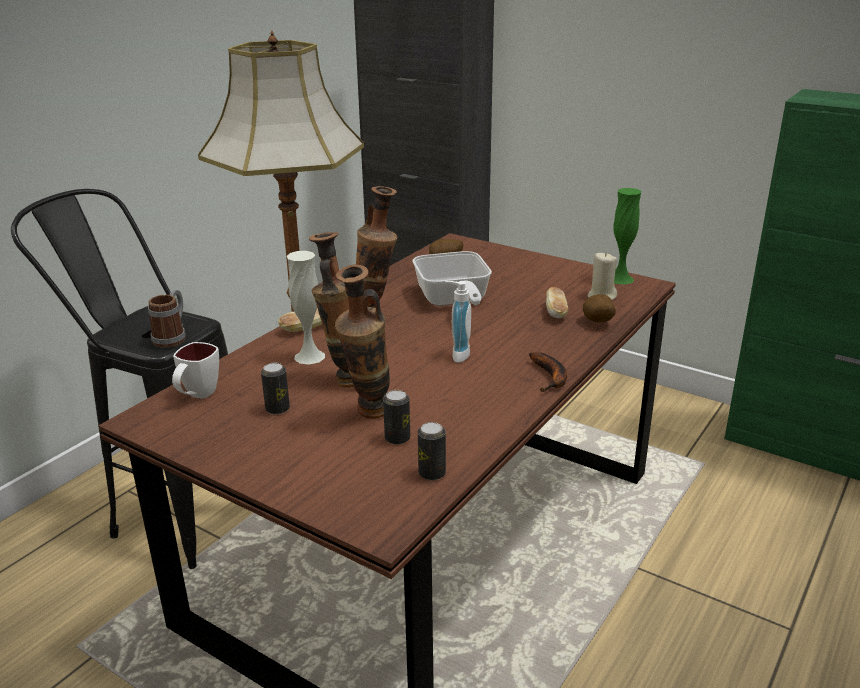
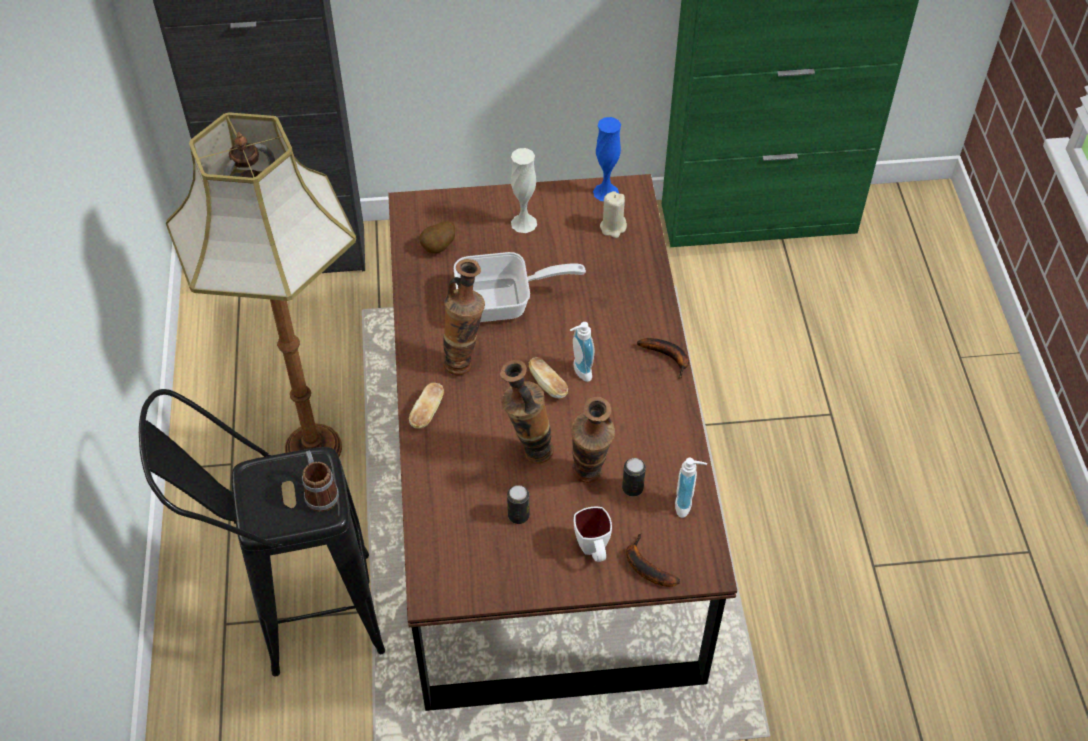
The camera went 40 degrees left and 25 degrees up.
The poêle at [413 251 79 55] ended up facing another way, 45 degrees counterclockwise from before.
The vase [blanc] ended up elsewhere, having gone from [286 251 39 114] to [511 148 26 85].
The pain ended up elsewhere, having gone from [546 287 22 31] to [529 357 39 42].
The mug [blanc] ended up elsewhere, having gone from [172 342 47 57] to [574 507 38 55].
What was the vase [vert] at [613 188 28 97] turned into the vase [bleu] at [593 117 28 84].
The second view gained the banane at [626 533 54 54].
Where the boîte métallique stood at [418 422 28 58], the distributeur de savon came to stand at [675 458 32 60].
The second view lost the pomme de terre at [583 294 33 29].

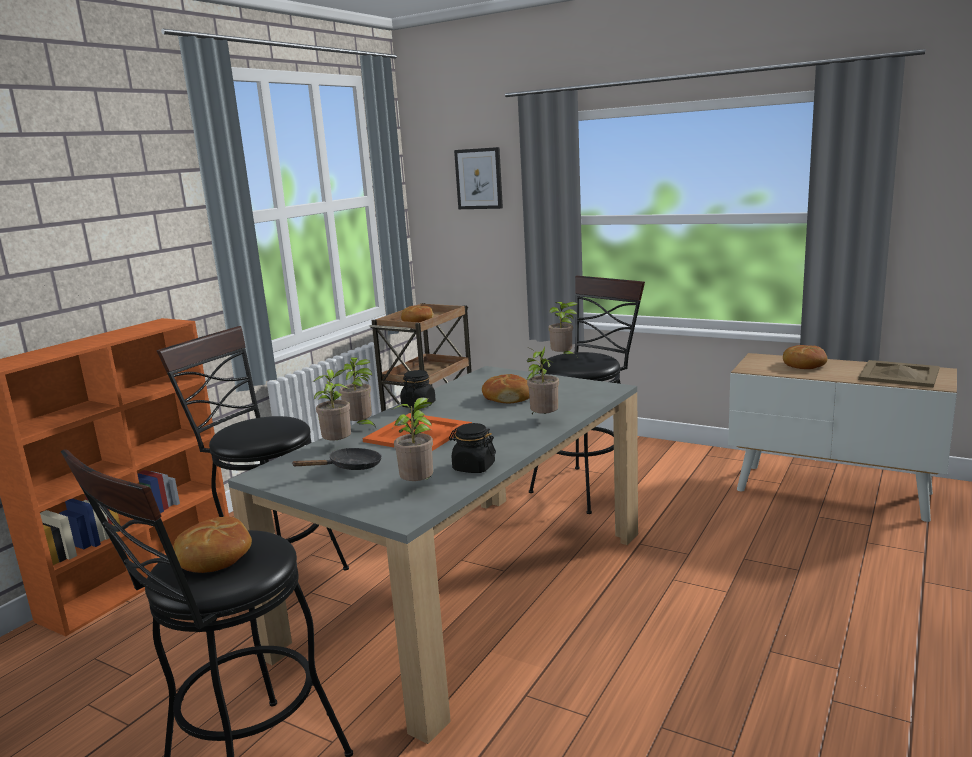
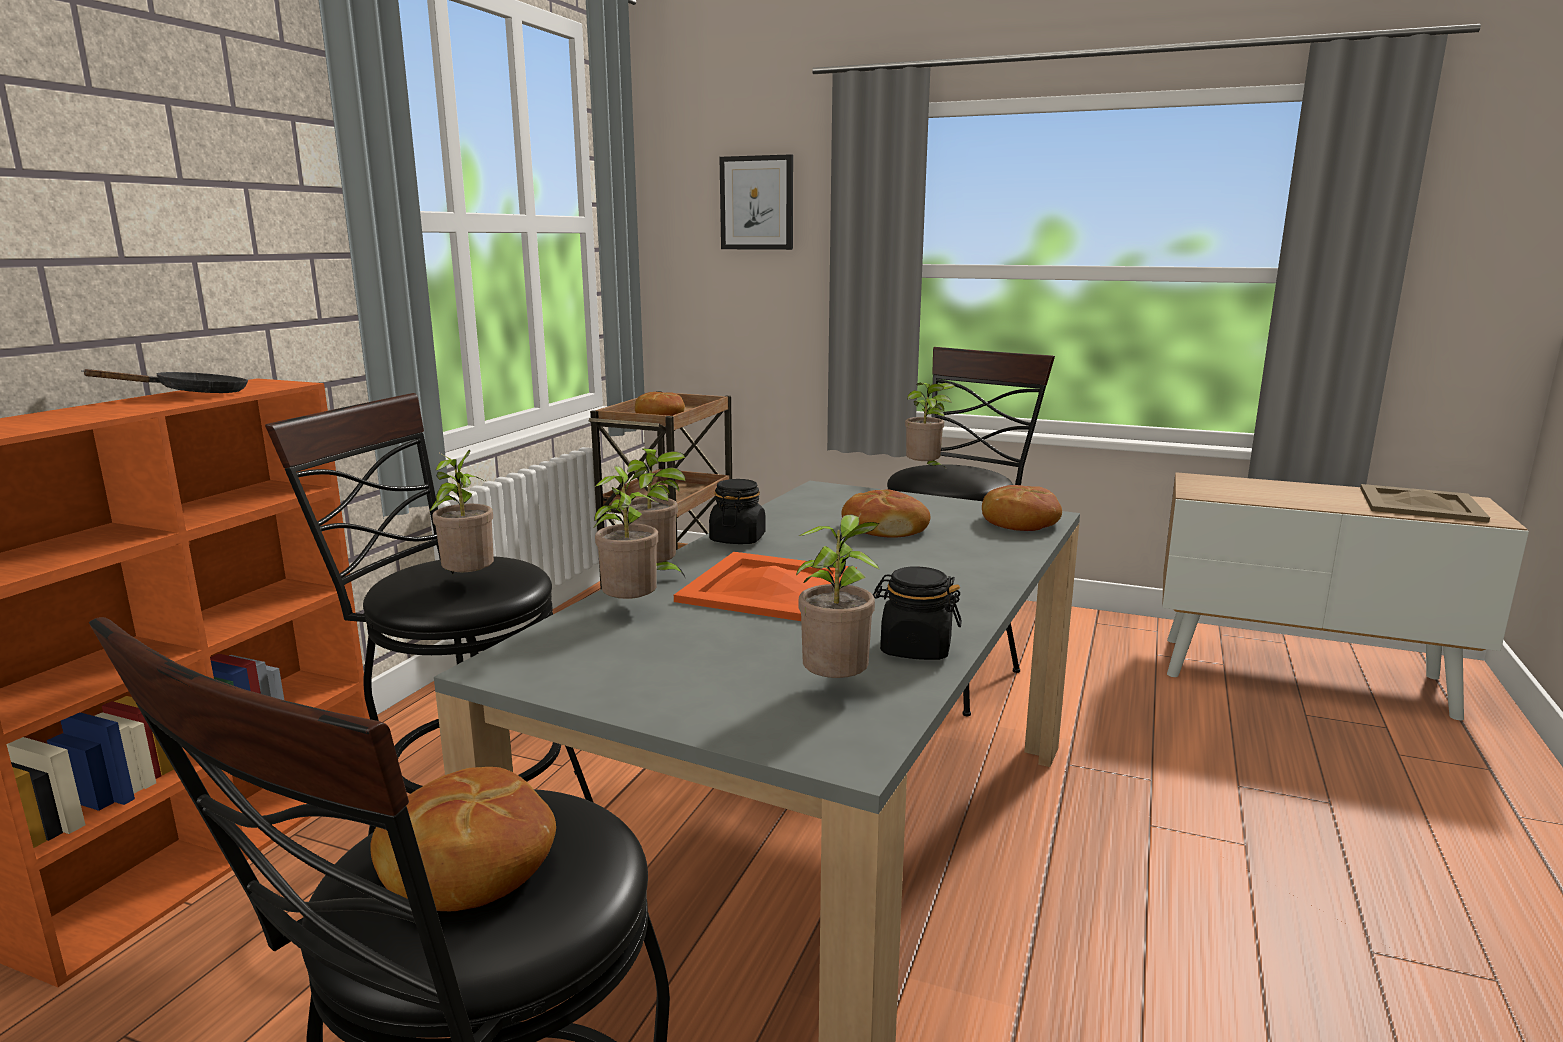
The camera went 10 degrees left and 0 degrees up.
The poêle [noir] ended up elsewhere, having gone from [291 448 91 22] to [81 369 167 24].
The plante en pot ended up elsewhere, having gone from [527 347 32 67] to [429 450 65 124].
The pain ended up elsewhere, having gone from [783 345 45 24] to [982 485 80 46].

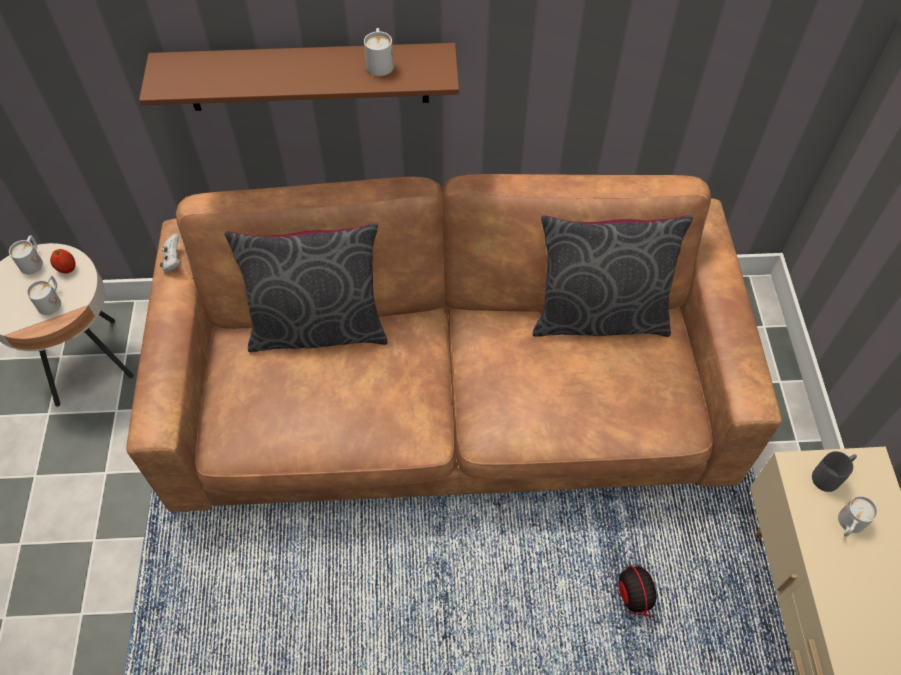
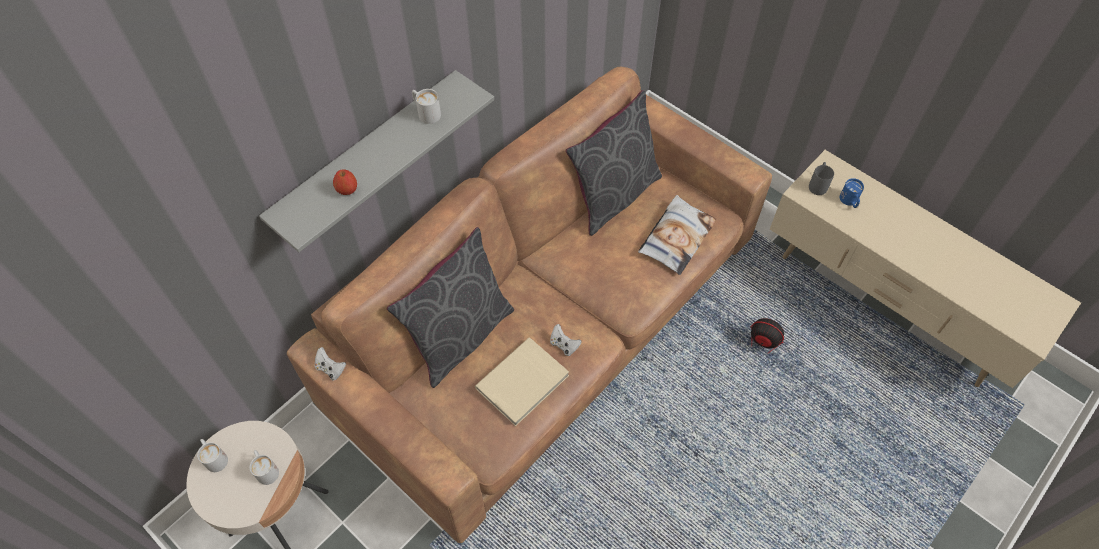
The camera went 45 degrees left and 0 degrees up.
What was the étagère [marron] at [139 43 320 68] turned into the étagère [gris] at [259 70 235 182].
The pomme ended up elsewhere, having gone from [50 249 26 25] to [333 169 24 26].
The second view gained the livre [beige] at [475 337 94 89].
The second view gained the manette [blanc] at [550 324 31 32].
The second view gained the coussin at [638 195 78 80].
What was the mug [blanc] at [838 496 40 40] turned into the mug [bleu] at [840 178 24 30].

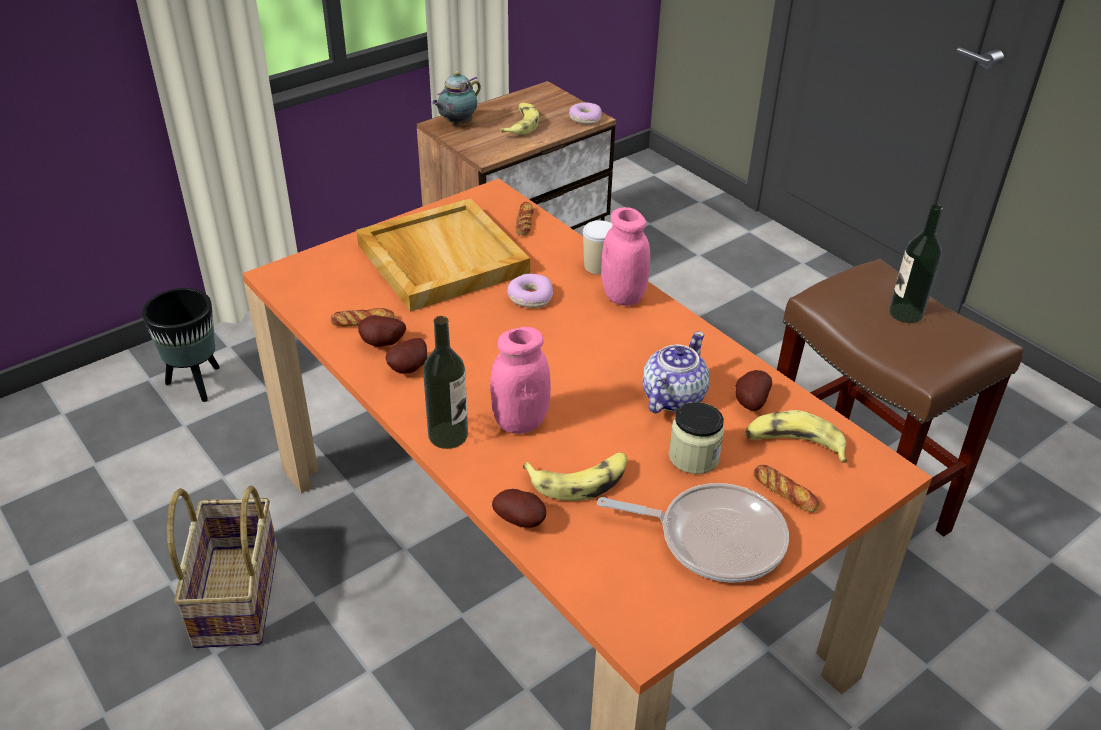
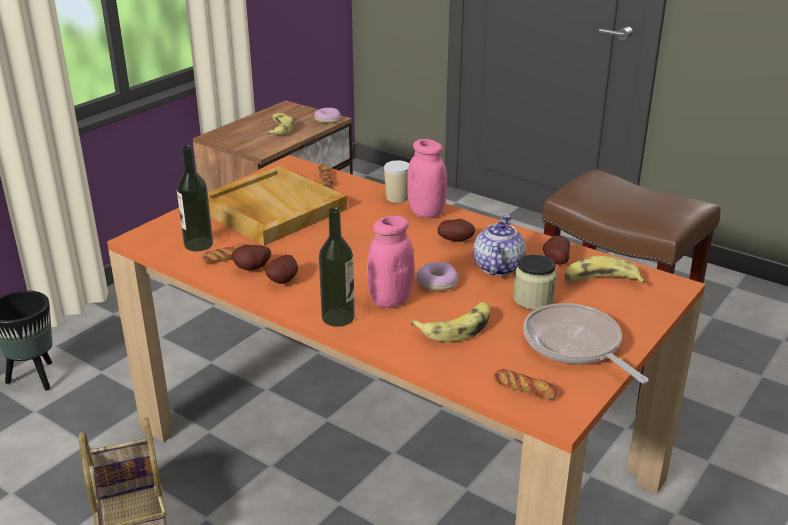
The camera went 15 degrees left and 10 degrees down.
The bouteille ended up elsewhere, having gone from [889 204 54 119] to [177 145 36 106].
The beignet ended up elsewhere, having gone from [507 274 46 34] to [417 262 41 29].
The pomme de terre ended up elsewhere, having gone from [492 489 54 39] to [437 219 38 23].
The pain ended up elsewhere, having gone from [753 465 67 47] to [494 369 63 30].
The poêle at [597 483 192 99] ended up facing another way, 120 degrees counterclockwise from before.
The second view lost the théière at [432 71 49 55].

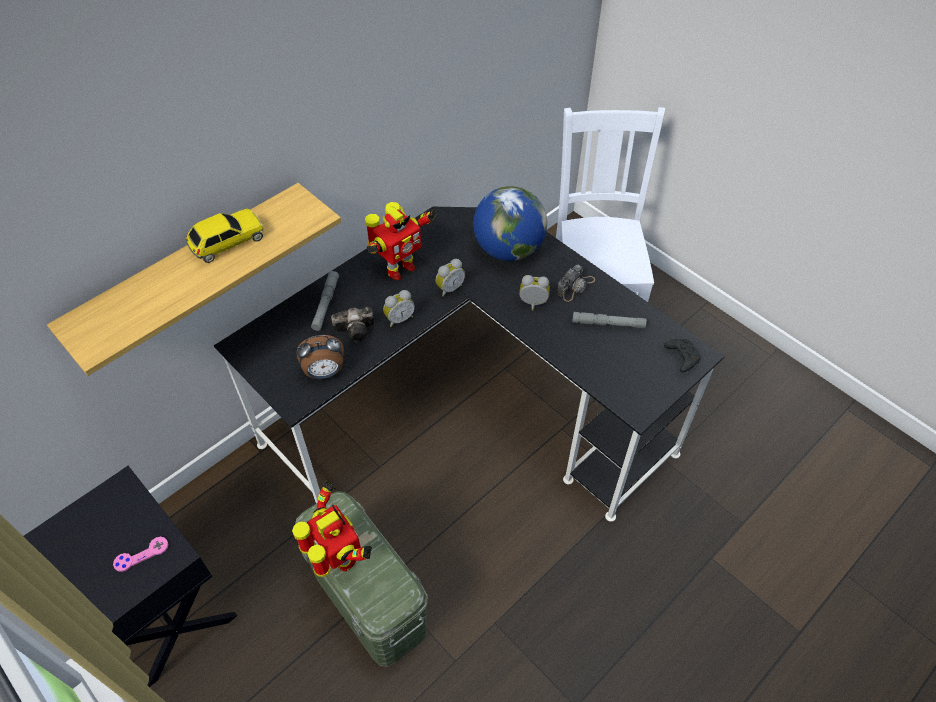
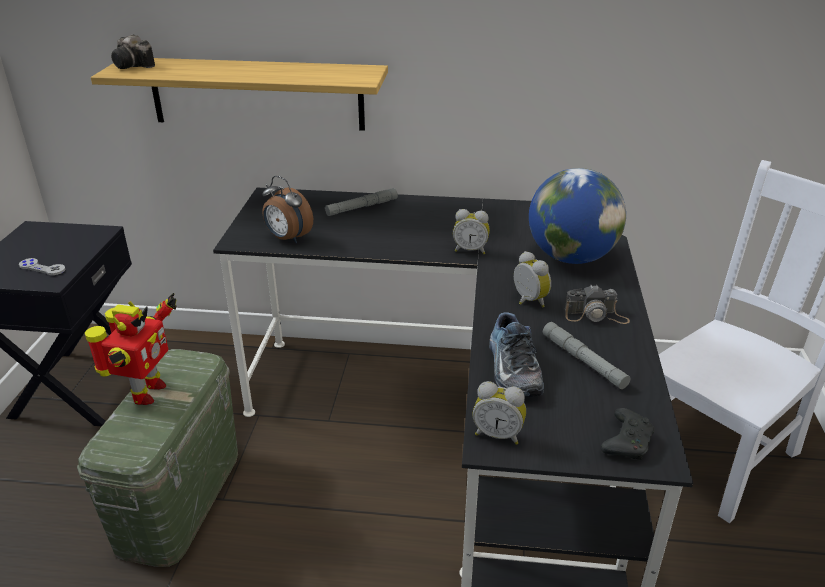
The camera went 50 degrees right and 20 degrees down.
What was the manette [rose] at [113 537 55 35] turned into the manette [gris] at [19 258 47 17].
The appareil photo ended up elsewhere, having gone from [331 307 43 35] to [111 34 44 35].
The réveil ended up elsewhere, having gone from [383 290 32 37] to [473 381 53 64].
The second view gained the chaussure at [490 312 54 85].
The second view lost the petite voiture at [186 209 78 54].
The second view lost the robot jouet at [365 202 72 78].

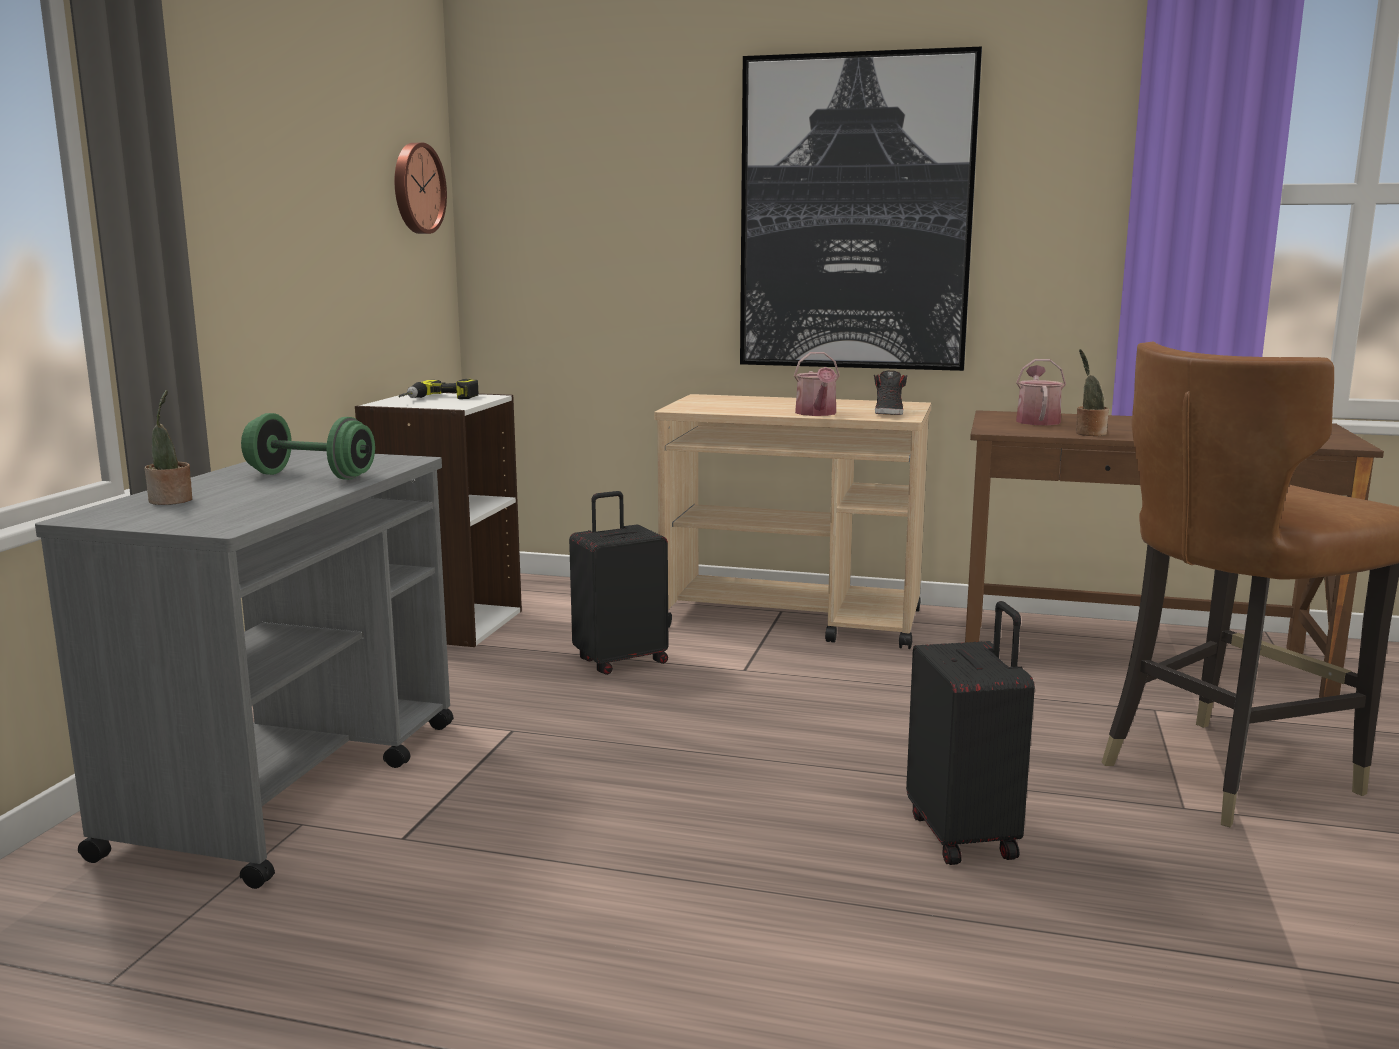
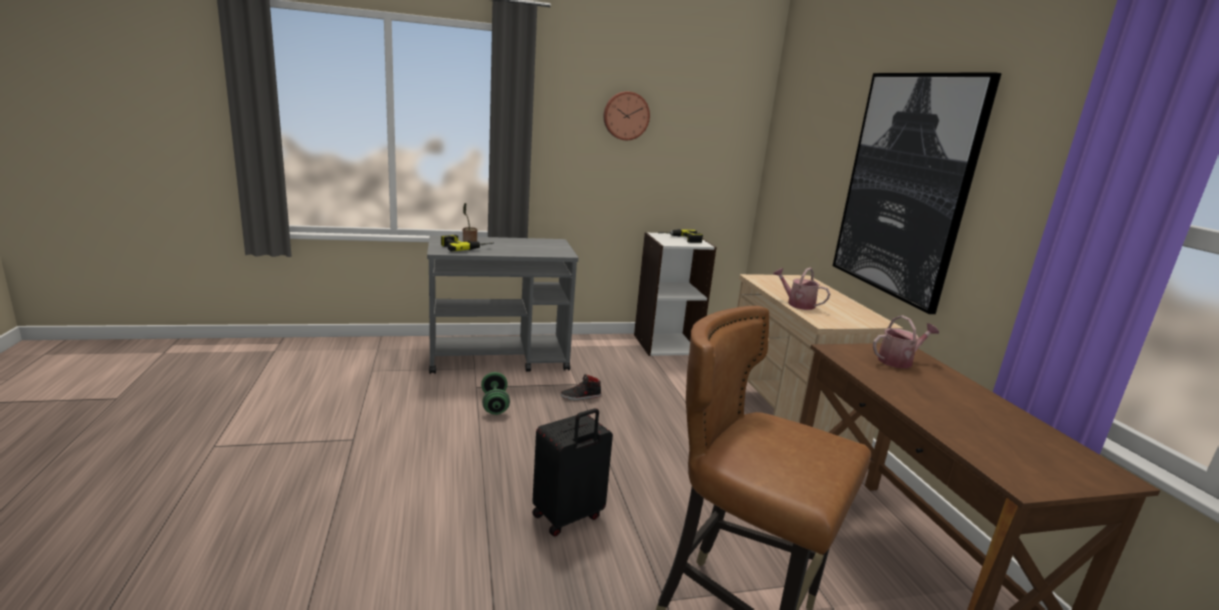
The camera went 60 degrees right and 5 degrees up.
The second view gained the perceuse at [441 235 53 17].
The haltère [vert] ended up elsewhere, having gone from [241 413 134 67] to [481 372 29 43].
The chaussure [noir] ended up elsewhere, having gone from [874 370 33 45] to [560 374 41 26].
The horloge murale ended up elsewhere, having gone from [395 142 52 92] to [604 91 46 49].
The arrosoir at [794 352 46 64] ended up facing another way, 75 degrees clockwise from before.
The second view lost the valise [noir] at [569 491 99 184].
The second view lost the plante en pot at [1076 349 33 87].

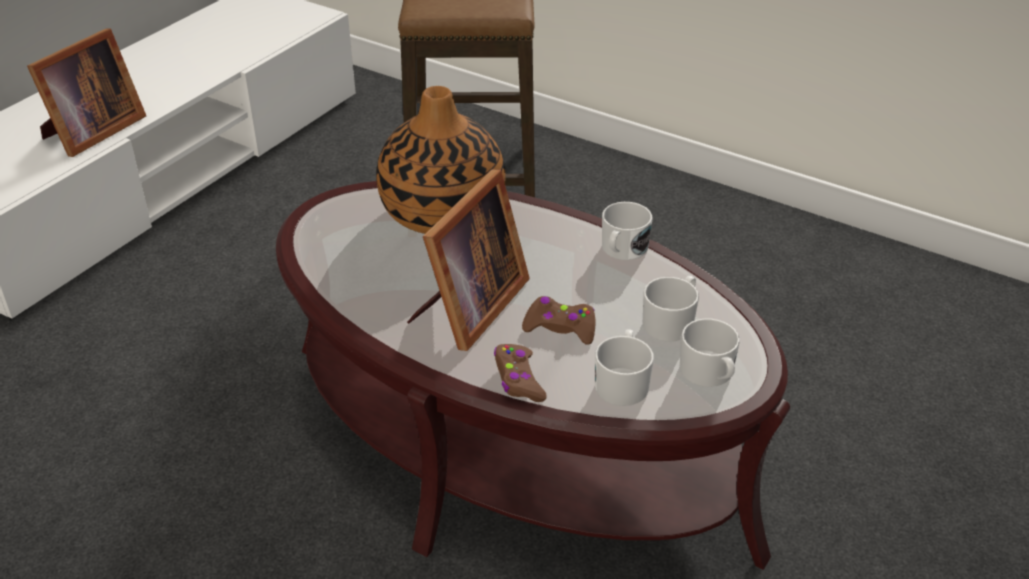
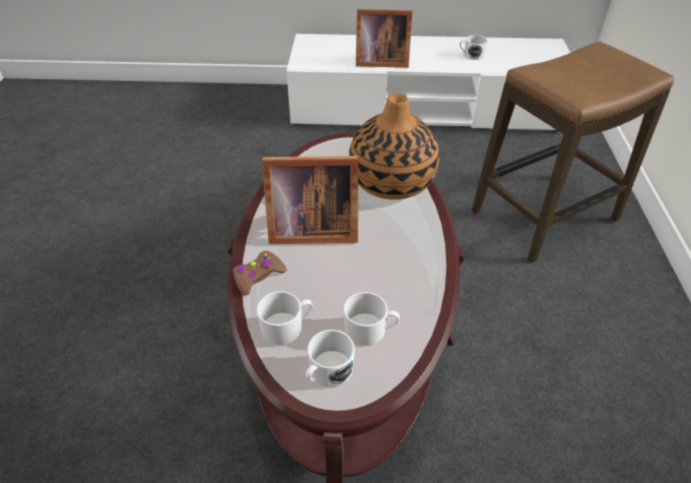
The camera went 60 degrees right and 5 degrees up.
The mug [blanc] ended up elsewhere, having gone from [602 202 50 58] to [459 35 28 25].
The second view lost the manette [marron] at [522 296 74 49].

